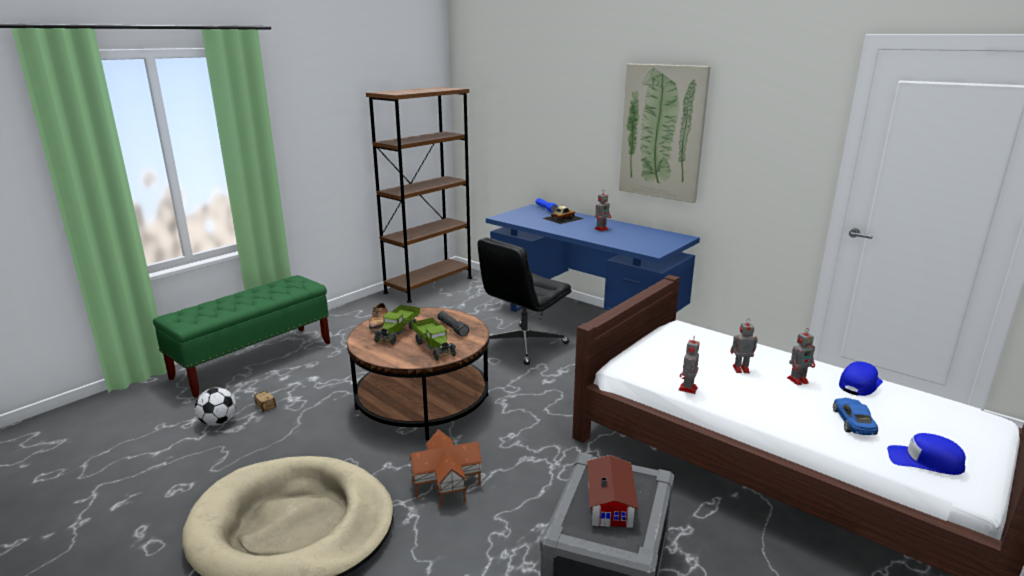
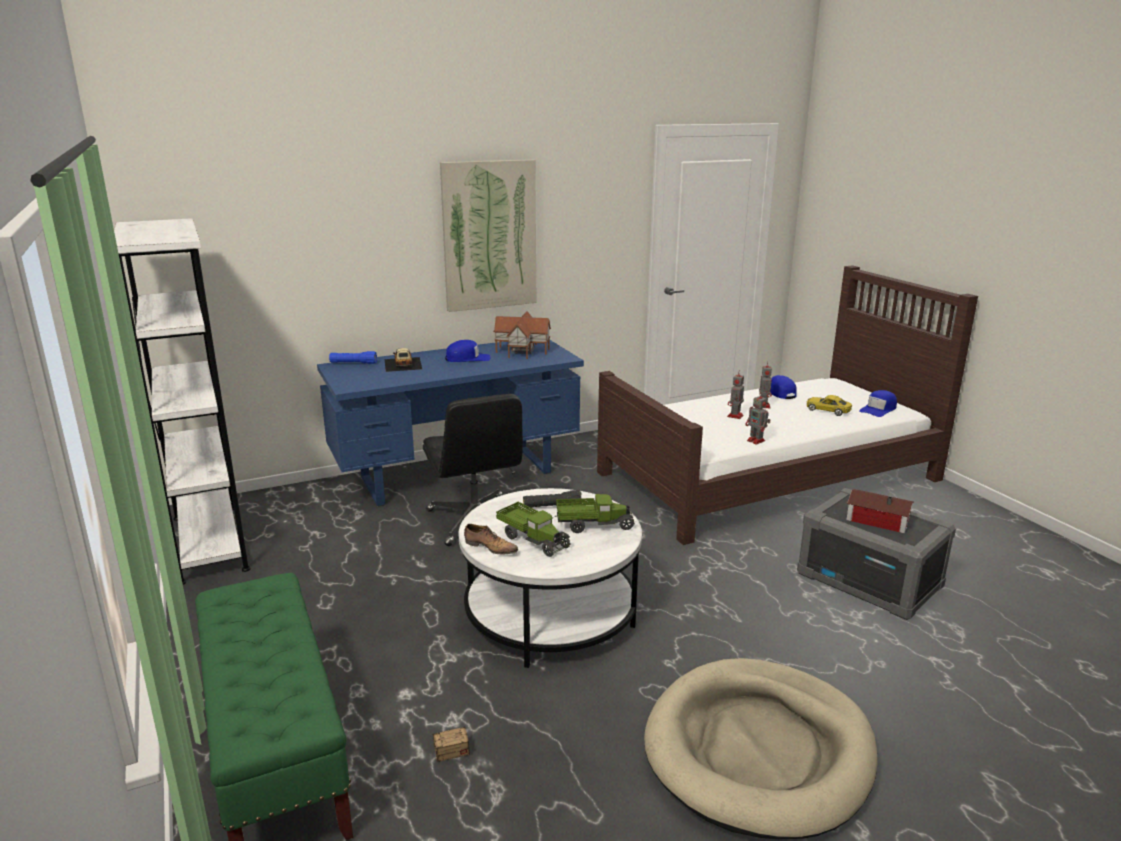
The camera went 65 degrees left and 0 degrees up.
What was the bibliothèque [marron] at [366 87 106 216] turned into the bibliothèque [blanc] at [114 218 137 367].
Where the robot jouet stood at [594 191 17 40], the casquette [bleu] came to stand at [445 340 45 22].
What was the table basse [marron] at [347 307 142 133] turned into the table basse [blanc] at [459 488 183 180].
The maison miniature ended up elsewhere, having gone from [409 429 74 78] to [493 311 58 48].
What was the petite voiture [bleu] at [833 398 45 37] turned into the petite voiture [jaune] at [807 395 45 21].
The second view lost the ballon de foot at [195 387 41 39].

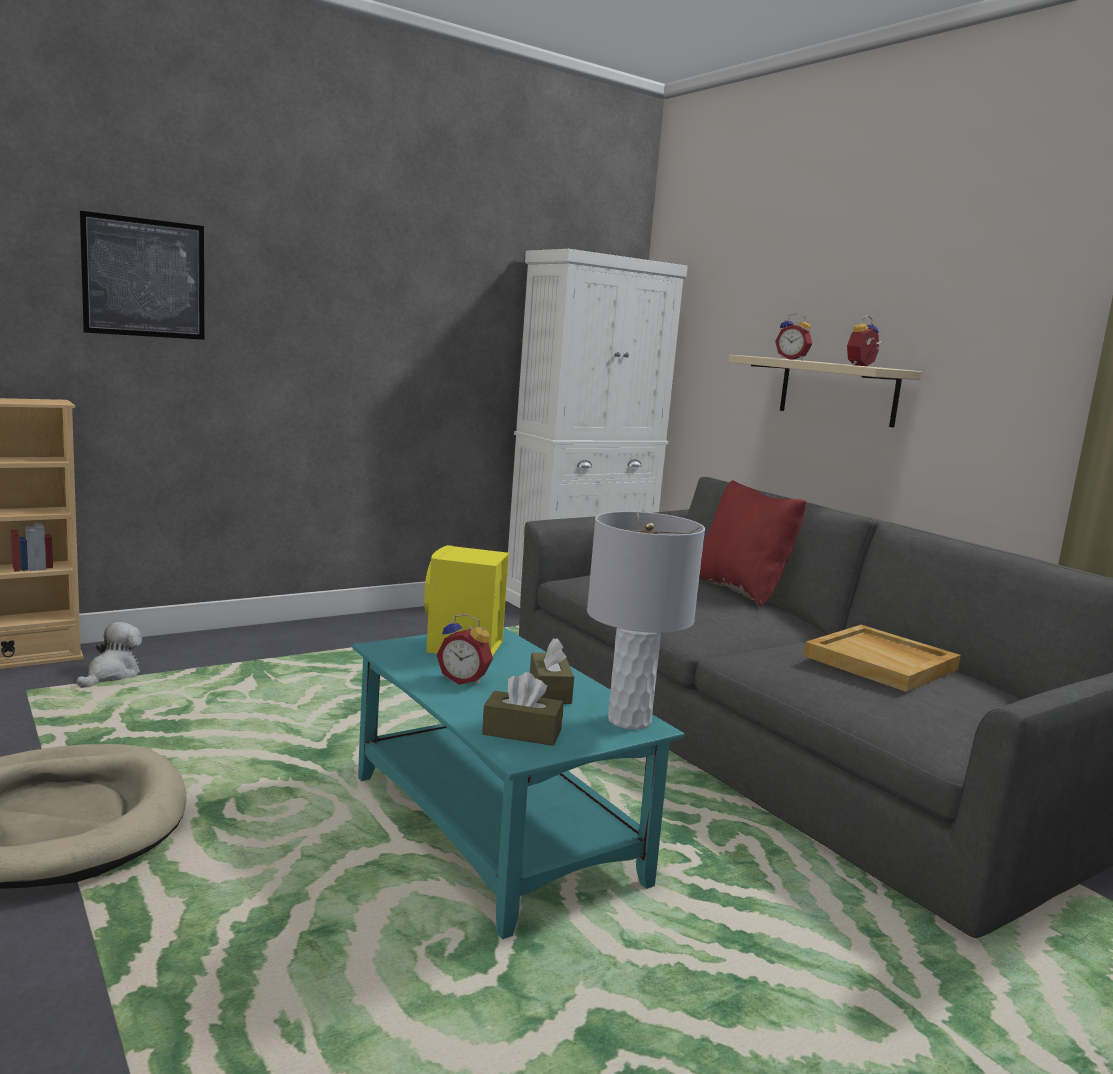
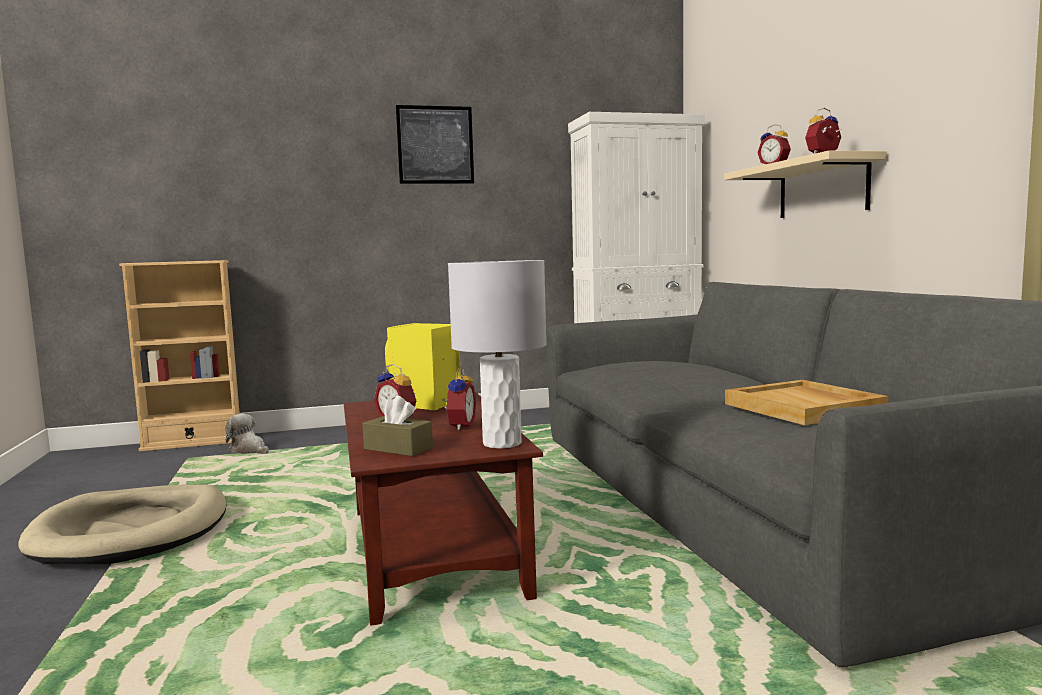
The camera went 20 degrees right and 5 degrees down.
The peluche at [77 622 65 66] ended up facing another way, 90 degrees counterclockwise from before.
What was the table basse [turquoise] at [352 627 332 312] turned into the table basse [marron] at [344 392 199 234].
The tableau ended up elsewhere, having gone from [80 211 124 129] to [396 105 78 79].
Where the boîte à mouchoirs [marron] stood at [530 638 44 66], the réveil came to stand at [442 367 34 63].
The second view lost the coussin [rouge] at [699 480 107 127].

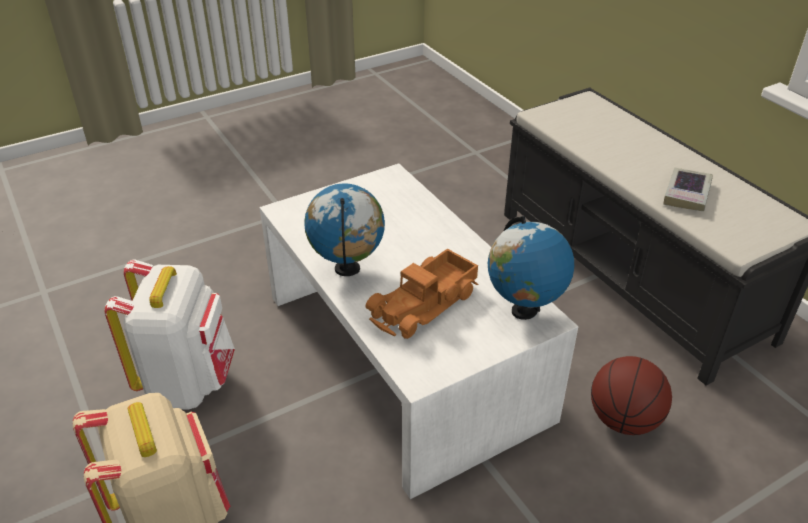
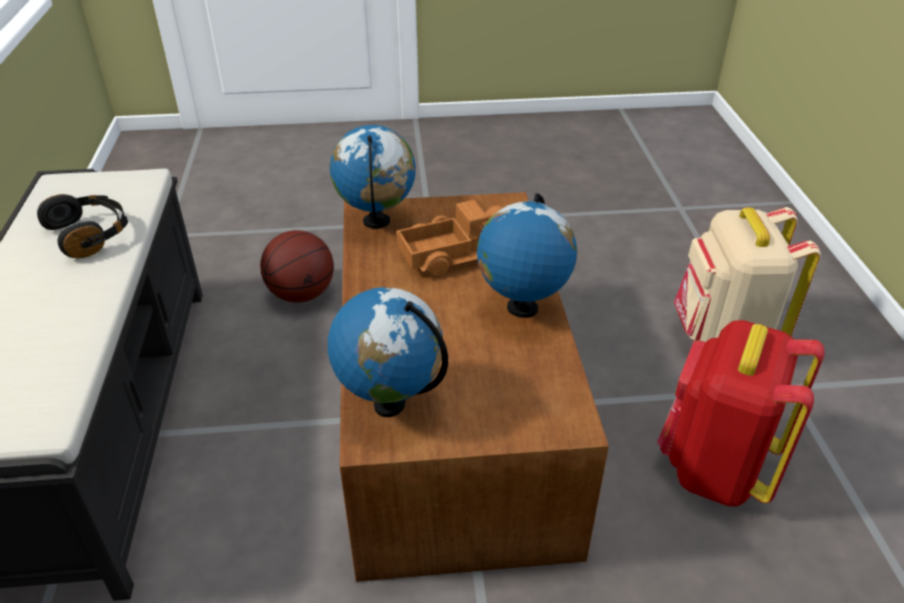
The camera went 155 degrees left and 0 degrees up.
Where the livre stood at [663 168 50 43], the casque audio [noir] came to stand at [37 194 91 65].
The second view gained the globe at [328 287 120 130].
What was the table basse [blanc] at [260 163 318 336] turned into the table basse [marron] at [340 192 269 390].
What was the sac à dos [blanc] at [104 259 131 151] turned into the sac à dos [rouge] at [657 320 167 186].

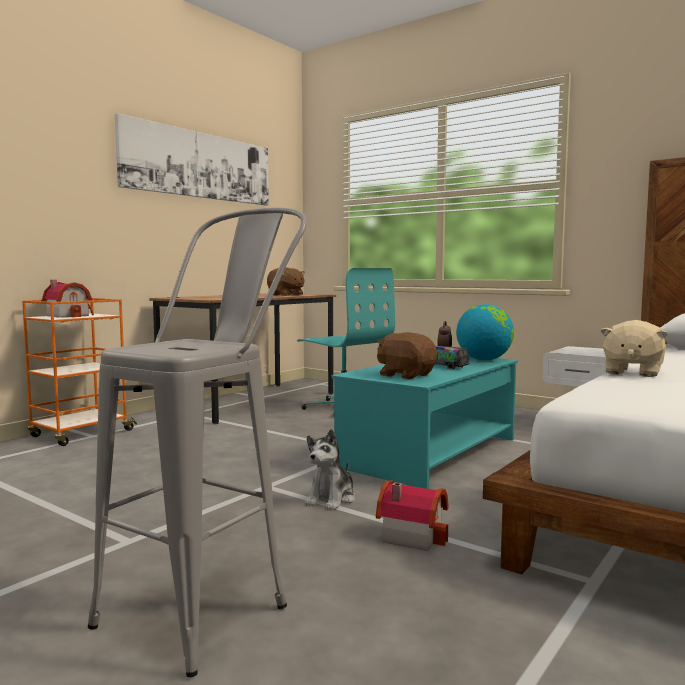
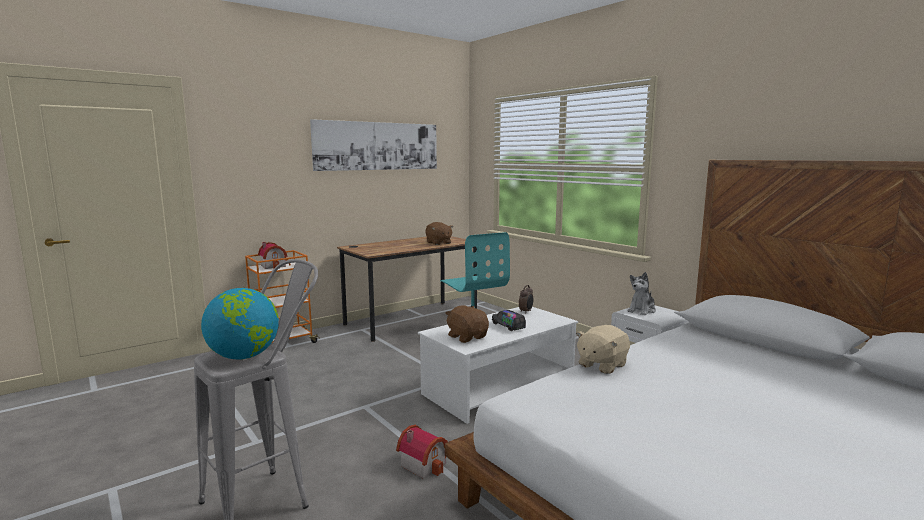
The camera went 15 degrees right and 5 degrees up.
The globe ended up elsewhere, having gone from [456 304 58 56] to [201 288 78 71].
What was the table basse [turquoise] at [332 356 186 133] turned into the table basse [blanc] at [418 307 160 117].
The peluche ended up elsewhere, having gone from [305 429 50 81] to [627 272 29 43].

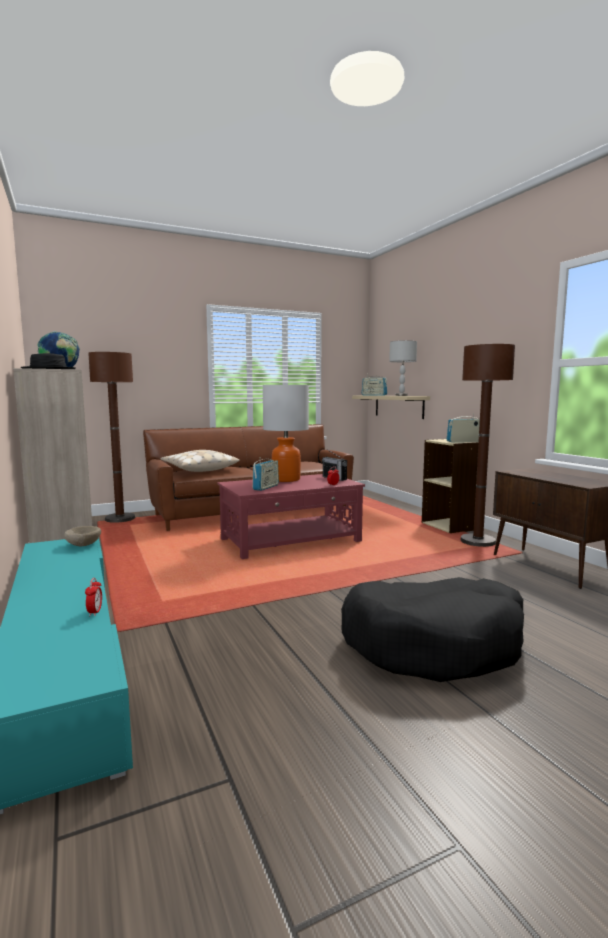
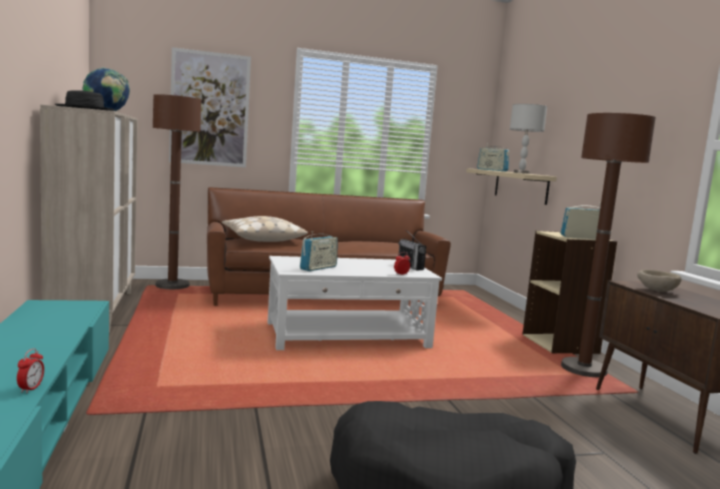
The camera went 10 degrees right and 0 degrees up.
The second view gained the tableau at [169 47 82 120].
What was the table basse [rouge] at [218 474 147 85] turned into the table basse [blanc] at [267 256 175 94].
The bol [beige] ended up elsewhere, having gone from [64 526 37 21] to [637 269 45 23].
The second view lost the lampe de table at [263 385 46 97].

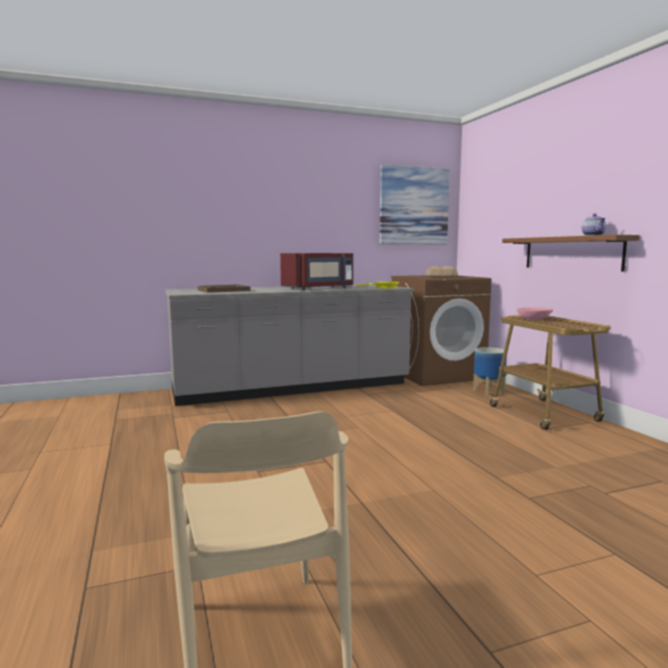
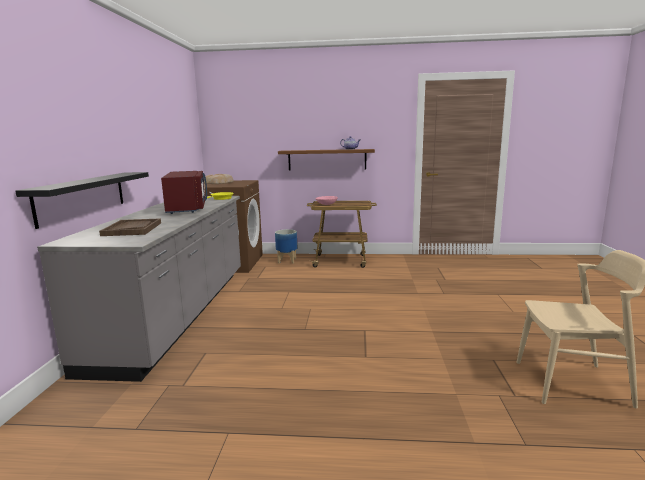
The camera went 65 degrees left and 5 degrees up.
The second view gained the étagère [noir] at [15 172 134 57].
The second view lost the tableau at [379 164 71 81].

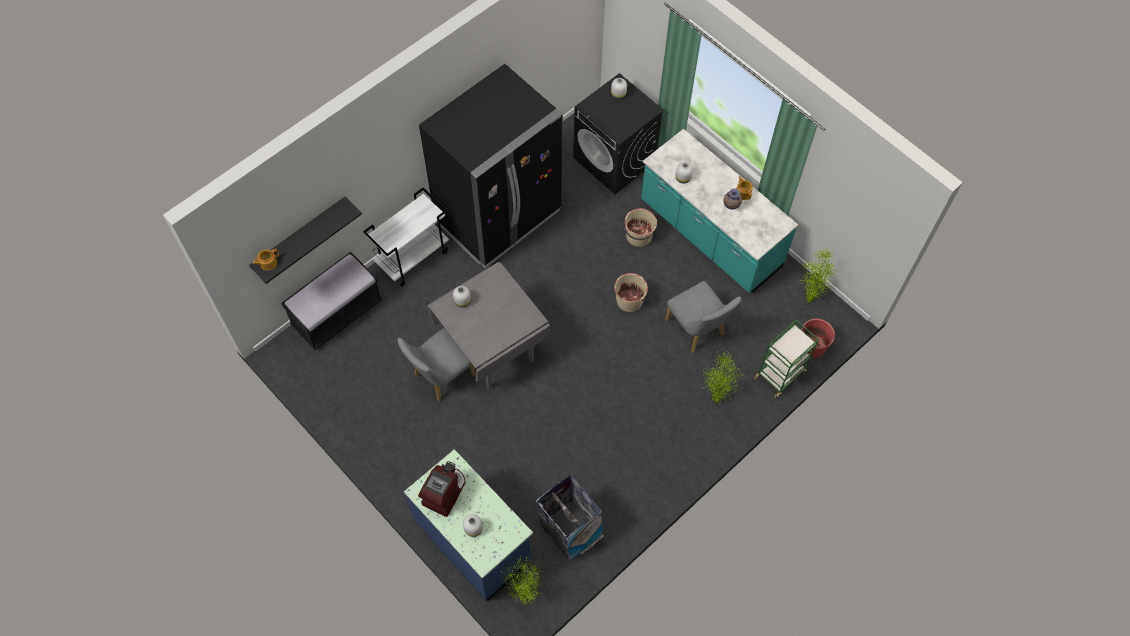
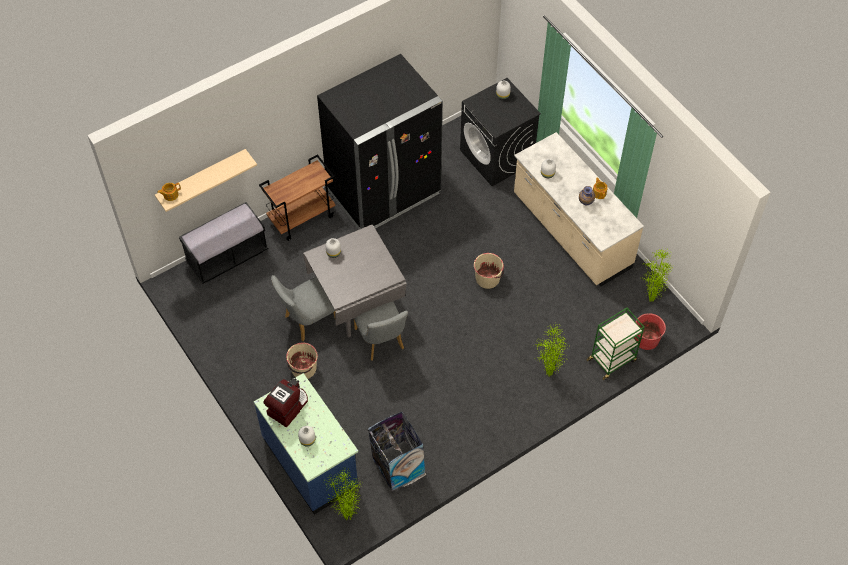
The camera went 10 degrees right and 5 degrees down.
What was the étagère [noir] at [249 197 113 87] turned into the étagère [beige] at [155 149 102 63].
What was the chariot [blanc] at [363 188 86 99] turned into the chariot [marron] at [259 154 76 87].
The seau [beige] ended up elsewhere, having gone from [623 208 34 39] to [286 343 32 36].
The chaise [gris] ended up elsewhere, having gone from [665 281 76 71] to [354 302 54 59].
What was the comptoir de cuisine [turquoise] at [641 129 157 164] turned into the comptoir de cuisine [beige] at [514 132 130 154].

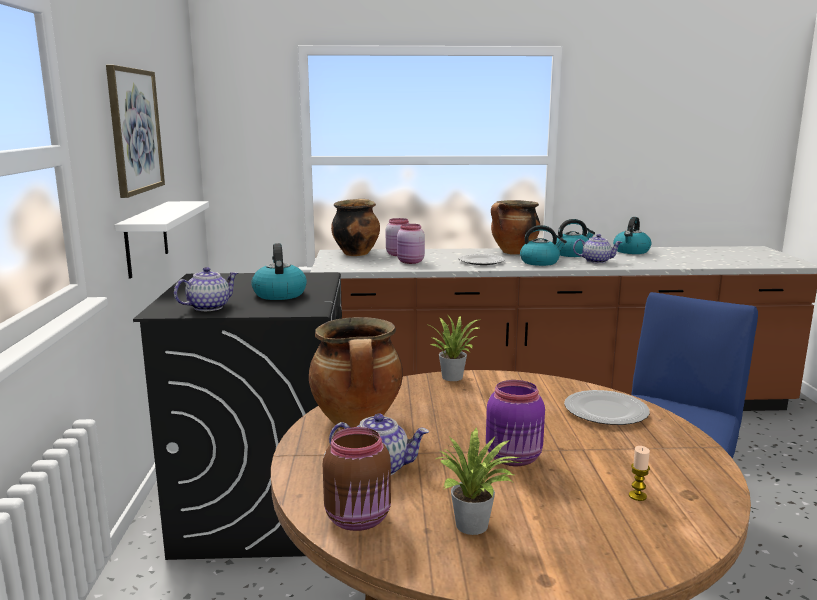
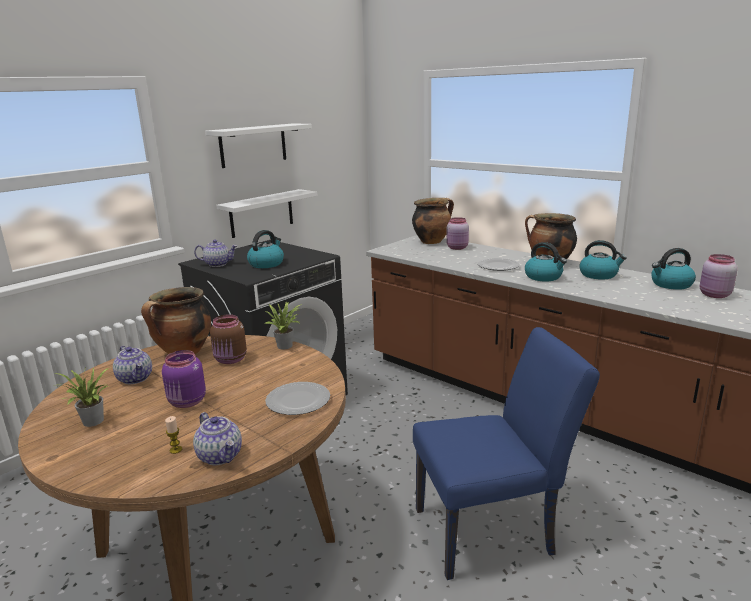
The camera went 45 degrees right and 5 degrees up.
The théière ended up elsewhere, having gone from [573 234 49 30] to [193 412 49 53].
Where the tableau hung at [106 65 59 133], the étagère [blanc] came to hang at [205 123 107 45].
The bocal [marron] ended up elsewhere, having gone from [323 427 68 104] to [210 314 37 50].
The bocal [rose] ended up elsewhere, having gone from [397 224 28 40] to [700 254 37 44].

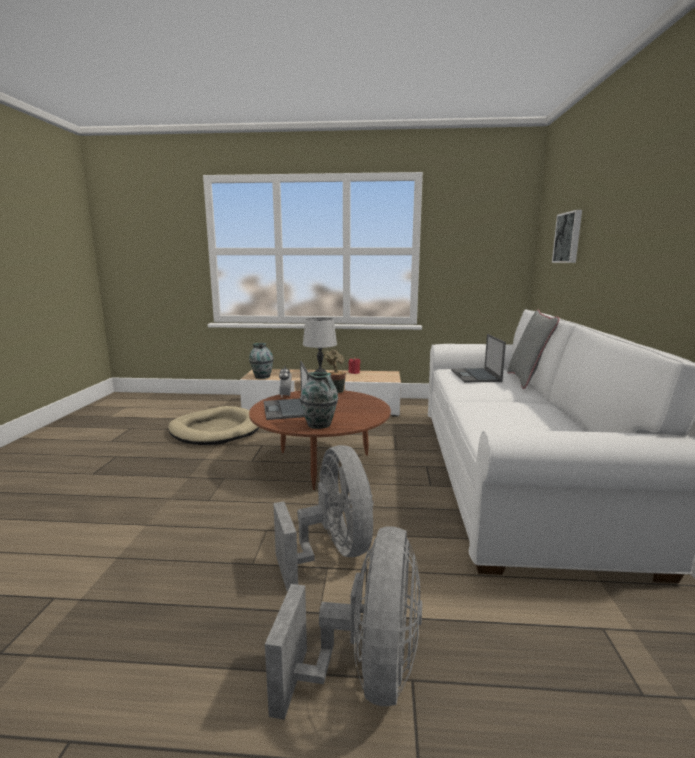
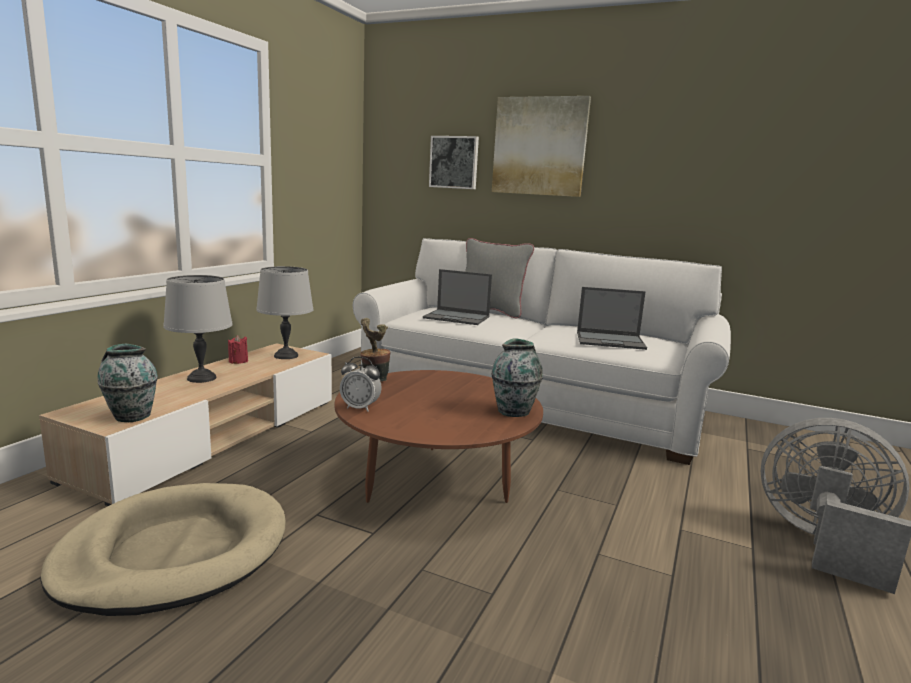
The camera went 70 degrees left and 0 degrees up.
The second view gained the lampe de table [gris] at [256 266 57 93].
The second view gained the tableau at [492 96 99 101].
The ordinateur portable ended up elsewhere, having gone from [264 361 45 59] to [577 287 70 63].
The second view lost the ventilateur [gris] at [273 445 101 146].

